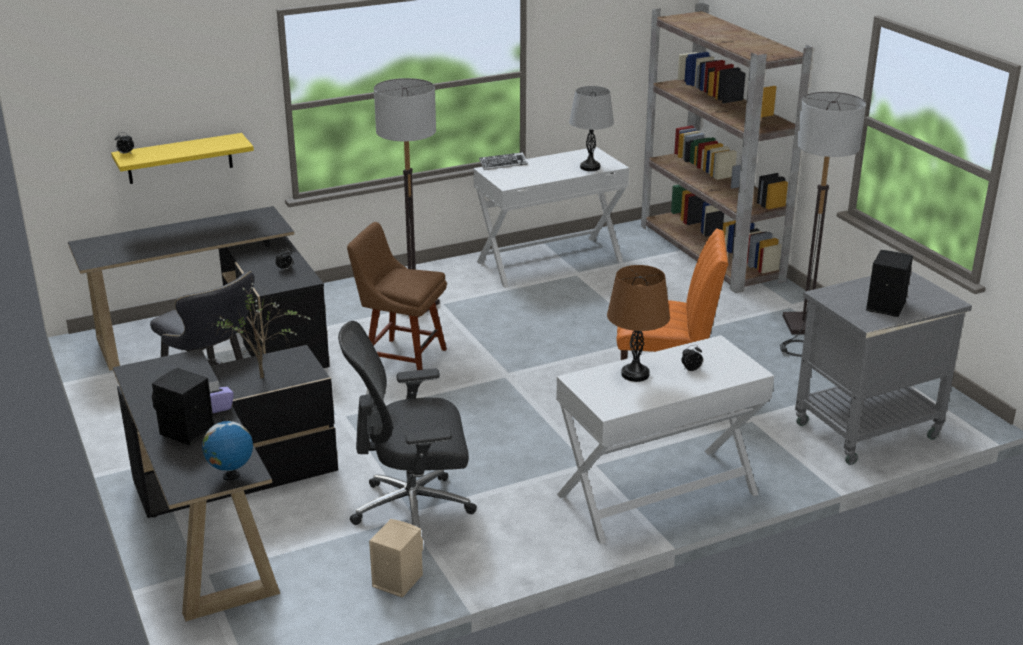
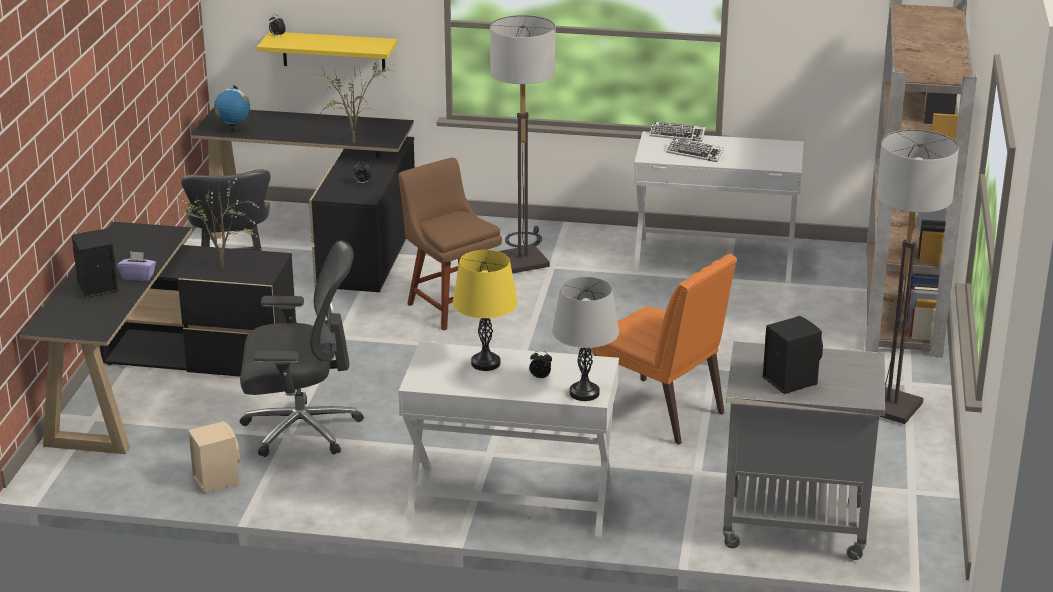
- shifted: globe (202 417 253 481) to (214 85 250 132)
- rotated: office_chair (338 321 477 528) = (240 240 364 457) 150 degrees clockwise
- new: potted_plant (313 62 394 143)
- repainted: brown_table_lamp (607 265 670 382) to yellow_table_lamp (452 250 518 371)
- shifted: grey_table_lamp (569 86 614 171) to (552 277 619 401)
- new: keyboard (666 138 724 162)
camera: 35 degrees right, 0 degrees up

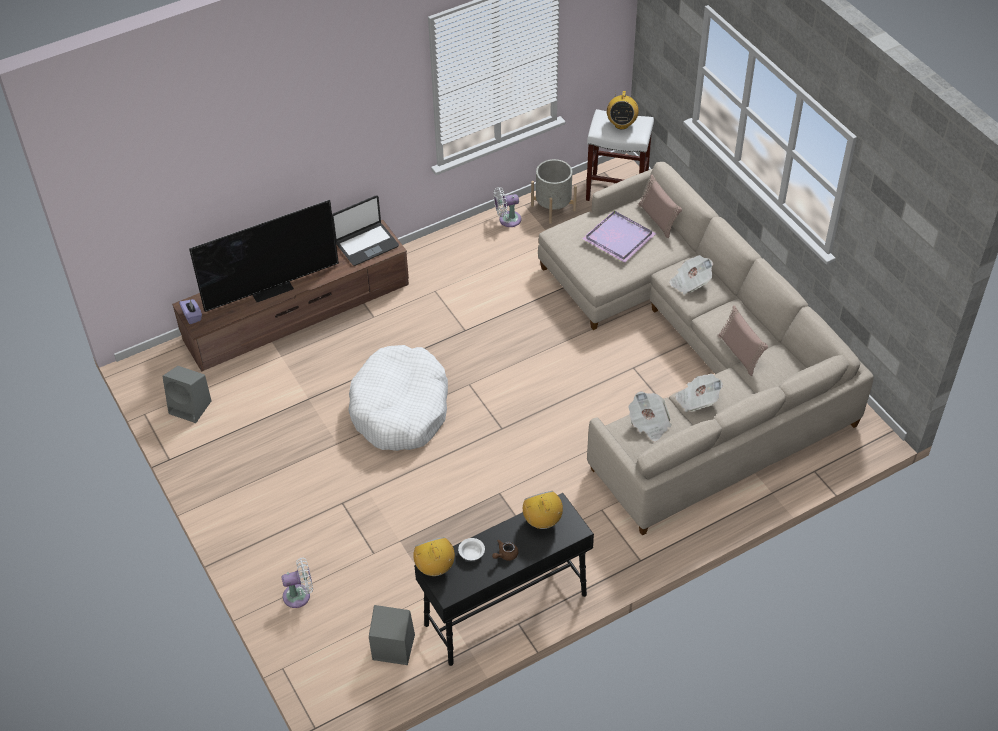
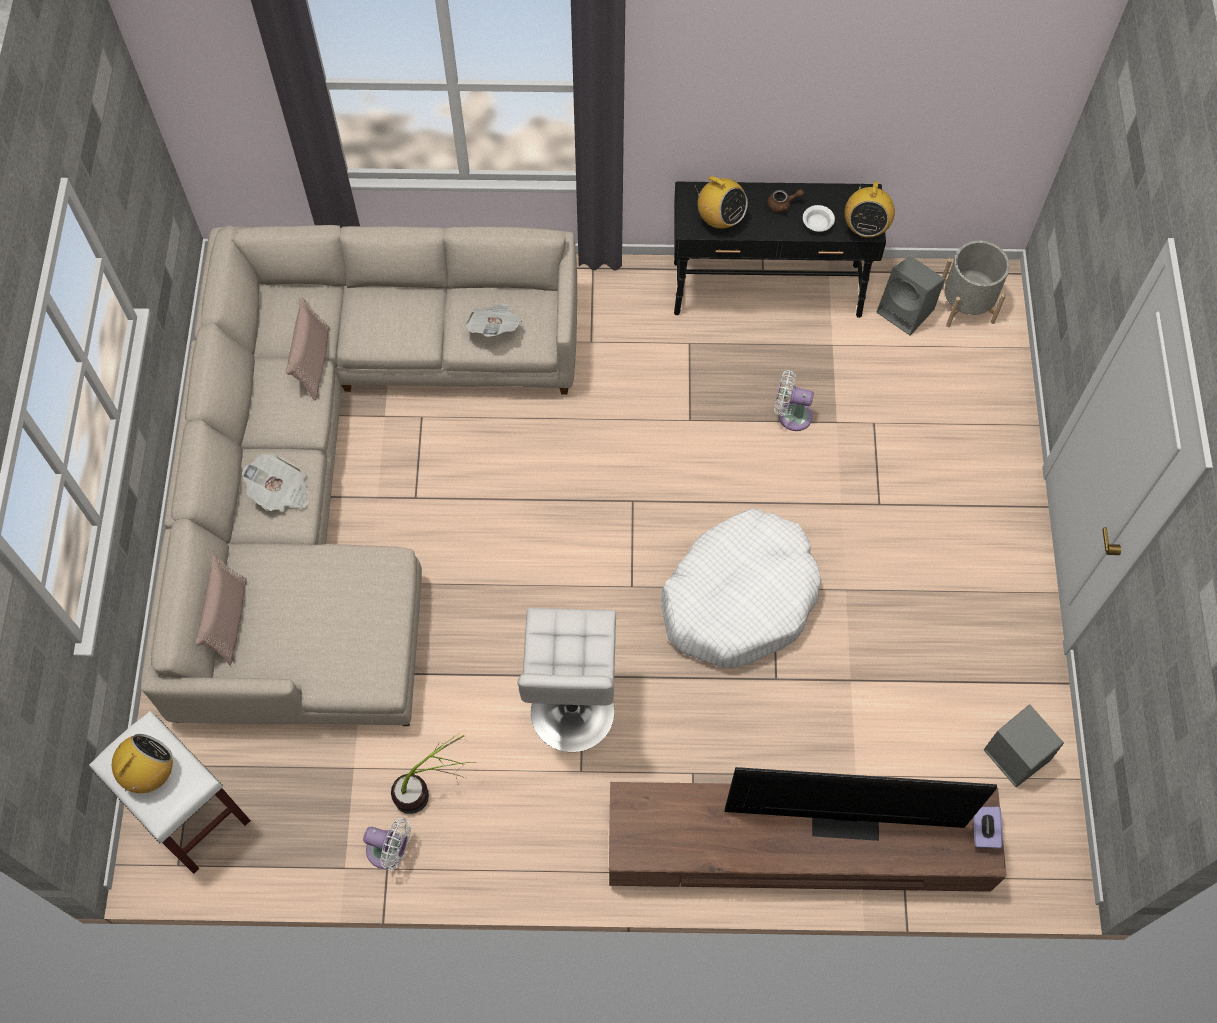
- new: potted_plant (391 733 476 814)
- new: white_stool (517 608 616 752)
- rotated: radio (523 491 563 529) = (694 176 748 229) 60 degrees counterclockwise
- shifted: white_fan (281 558 313 608) to (774 370 814 431)
- shifted: grey_planter (531 159 577 224) to (942 241 1010 327)
- gone: laptop (332 195 399 266)
- gone: purple_tray (582 210 656 263)
- gone: newspaper (675 374 723 412)
camera: 150 degrees left, 15 degrees up

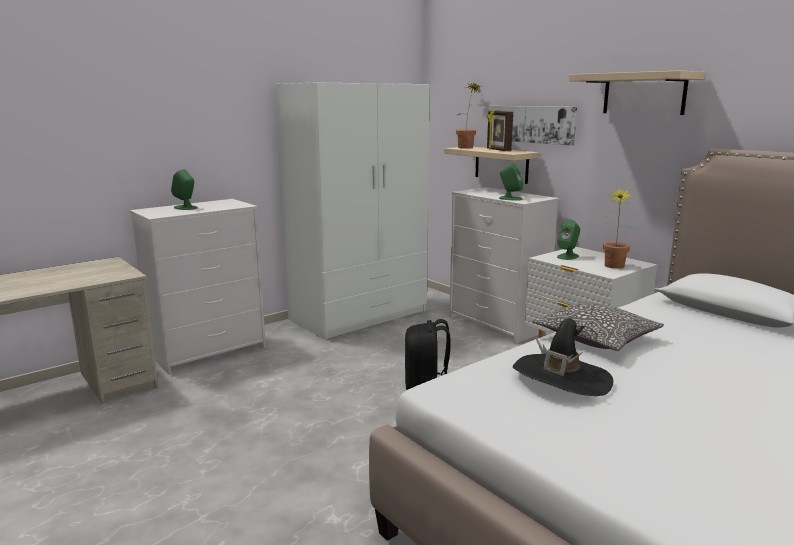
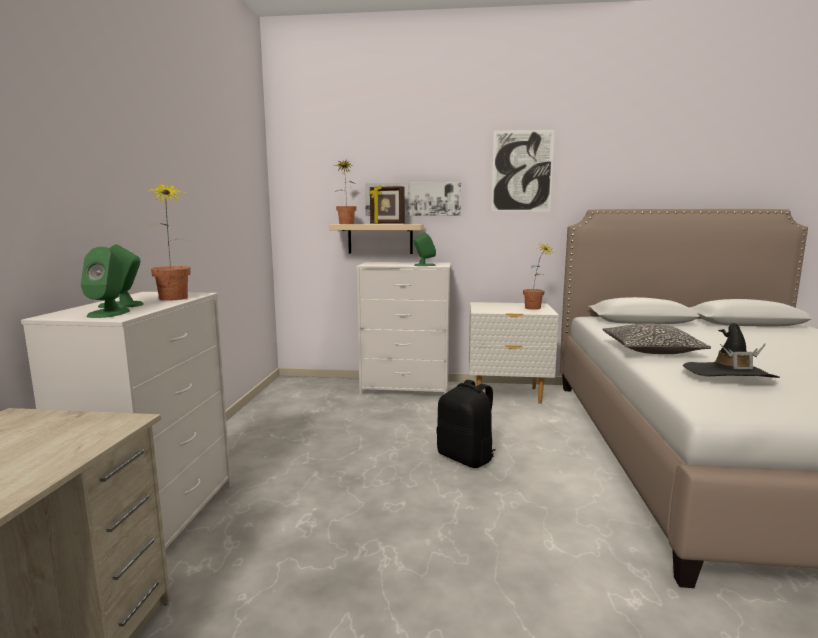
- shifted: green_speaker (557 219 580 260) to (81 247 130 318)
- new: potted_plant (148 183 191 301)
- swapped: beige_shelf (569 70 705 115) to picture (491 130 554 211)
- gone: white_wardrobe (275 82 429 340)
camera: 45 degrees left, 5 degrees down

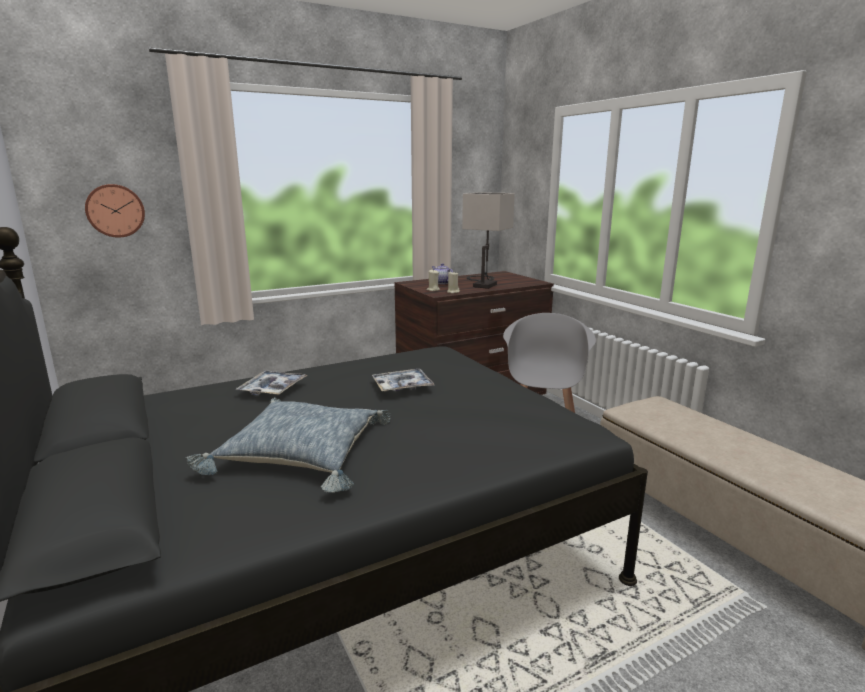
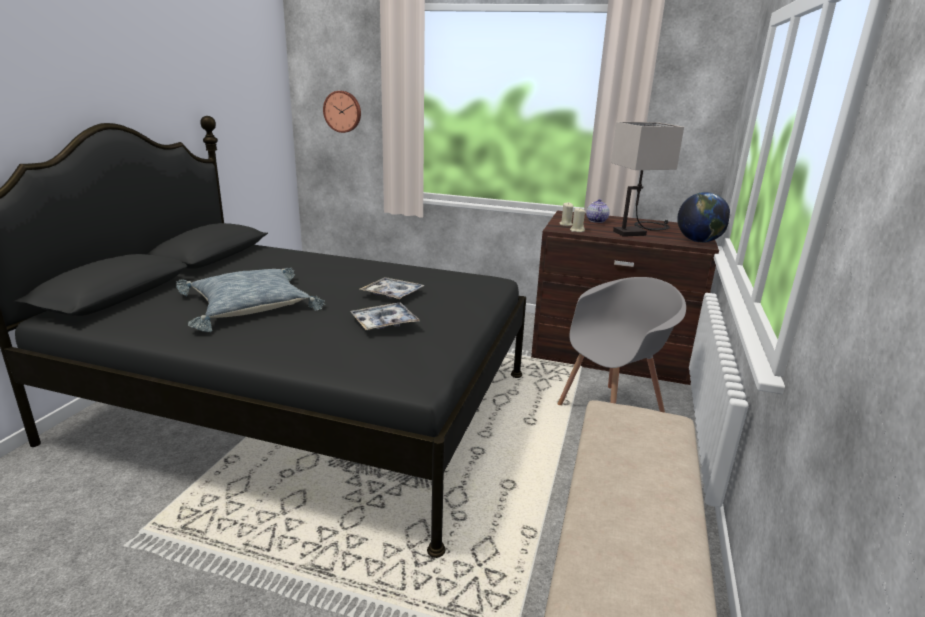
- shifted: tray (236 370 308 395) to (350 303 420 331)
- new: globe (677 192 730 243)
camera: 45 degrees right, 5 degrees up

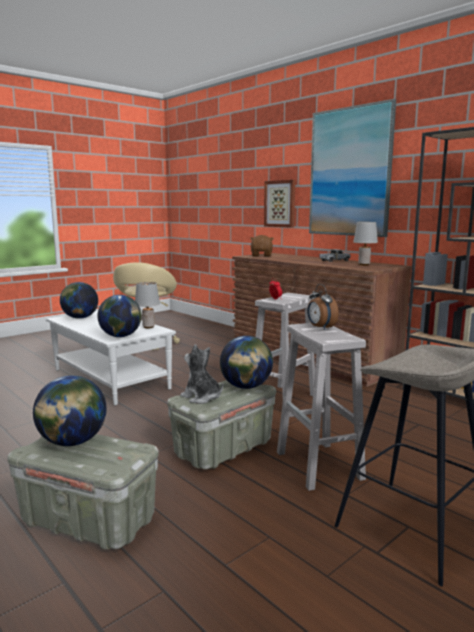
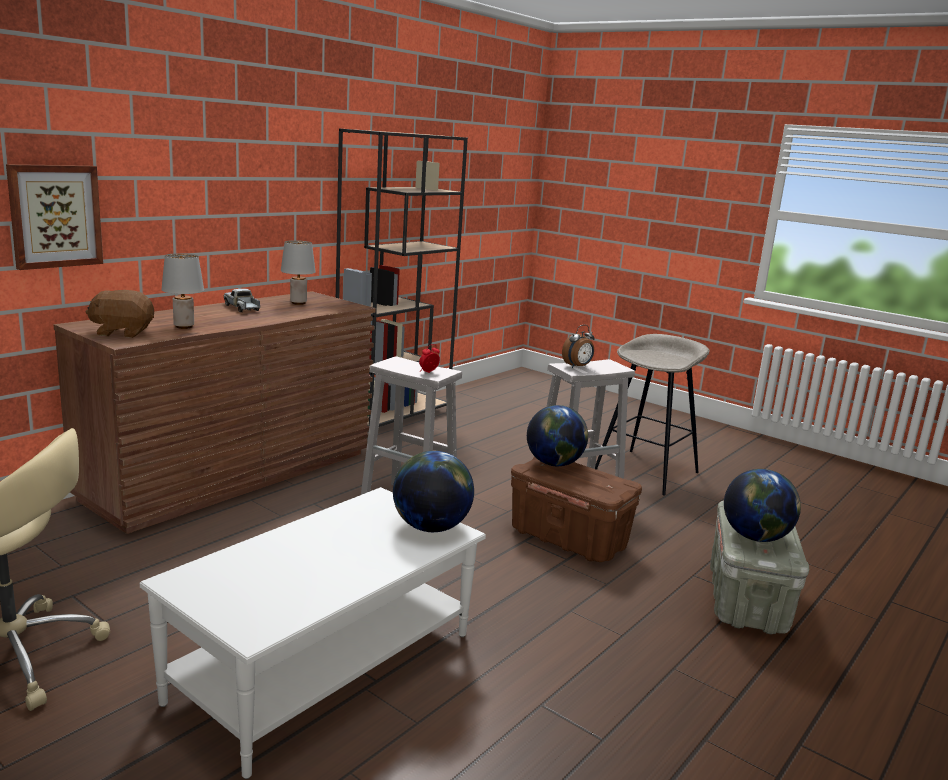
- shifted: grey_table_lamp (135 282 160 328) to (161 253 204 329)
- repainted: grey_storage_box (167 380 276 469) to brown_storage_box (511 457 642 562)
- gone: globe (60 282 98 319)
- gone: plush_toy (180 344 223 404)
- gone: picture (309 99 396 237)
camera: 100 degrees left, 5 degrees up

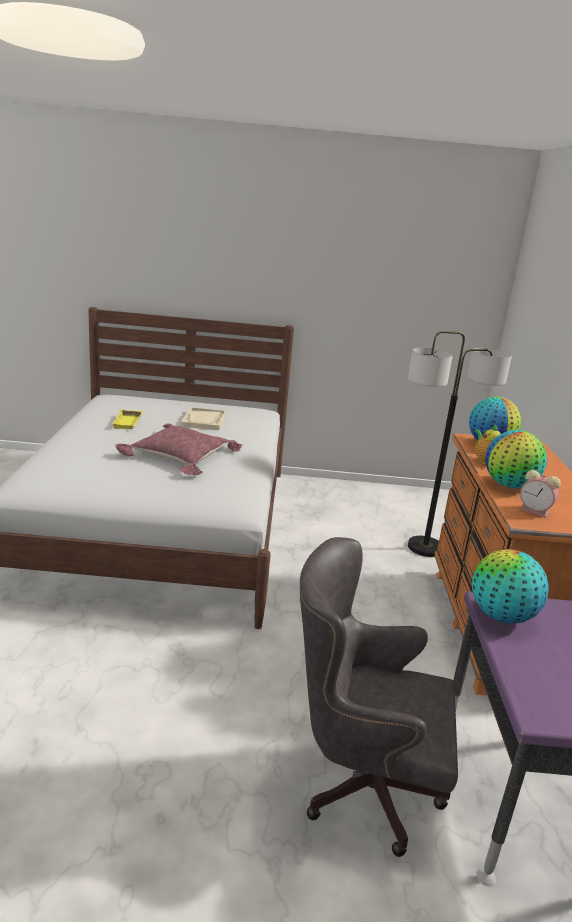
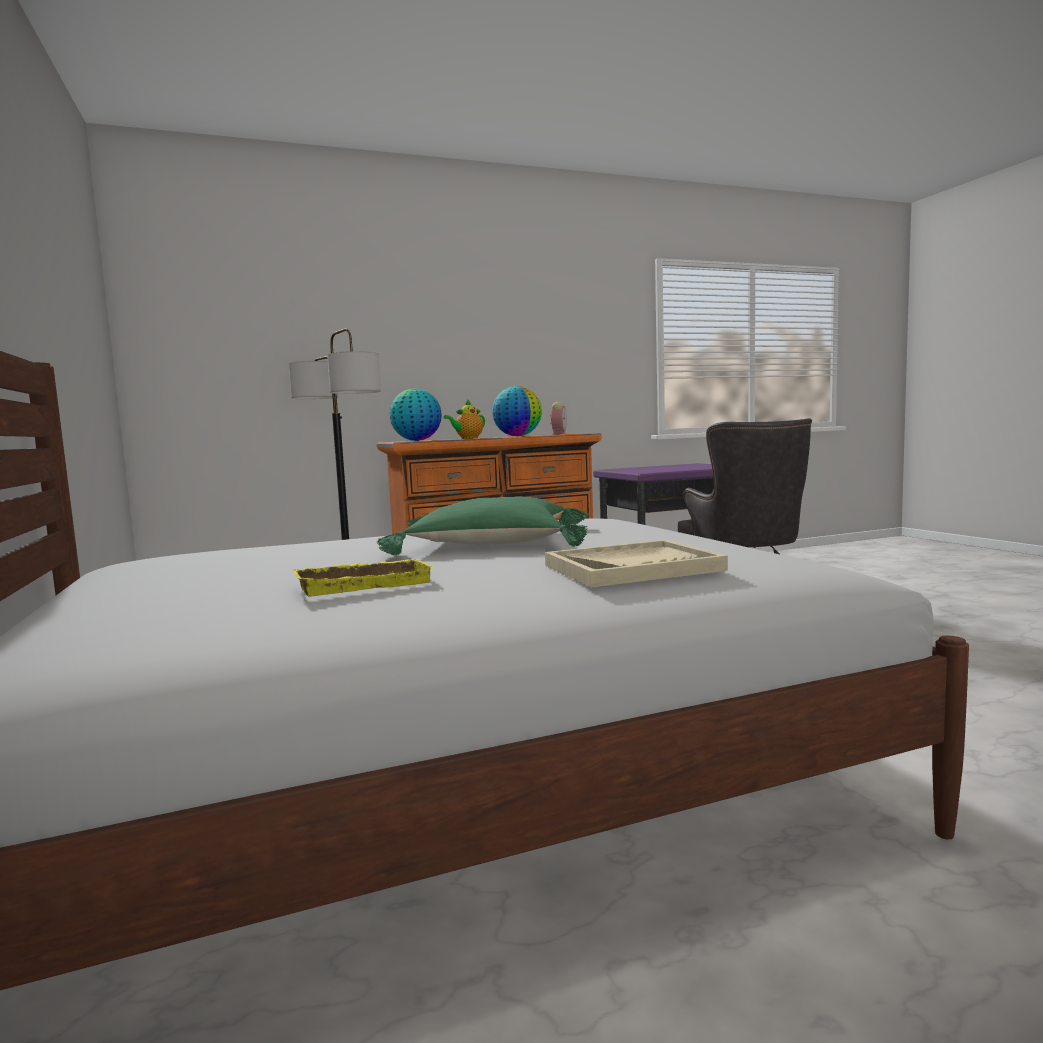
- repainted: red_pillow (115 423 243 476) to green_pillow (377 496 589 555)
- shifted: beige_tray (181 407 226 430) to (545 540 728 587)
- gone: globe (472 549 549 623)
camera: 110 degrees left, 15 degrees down

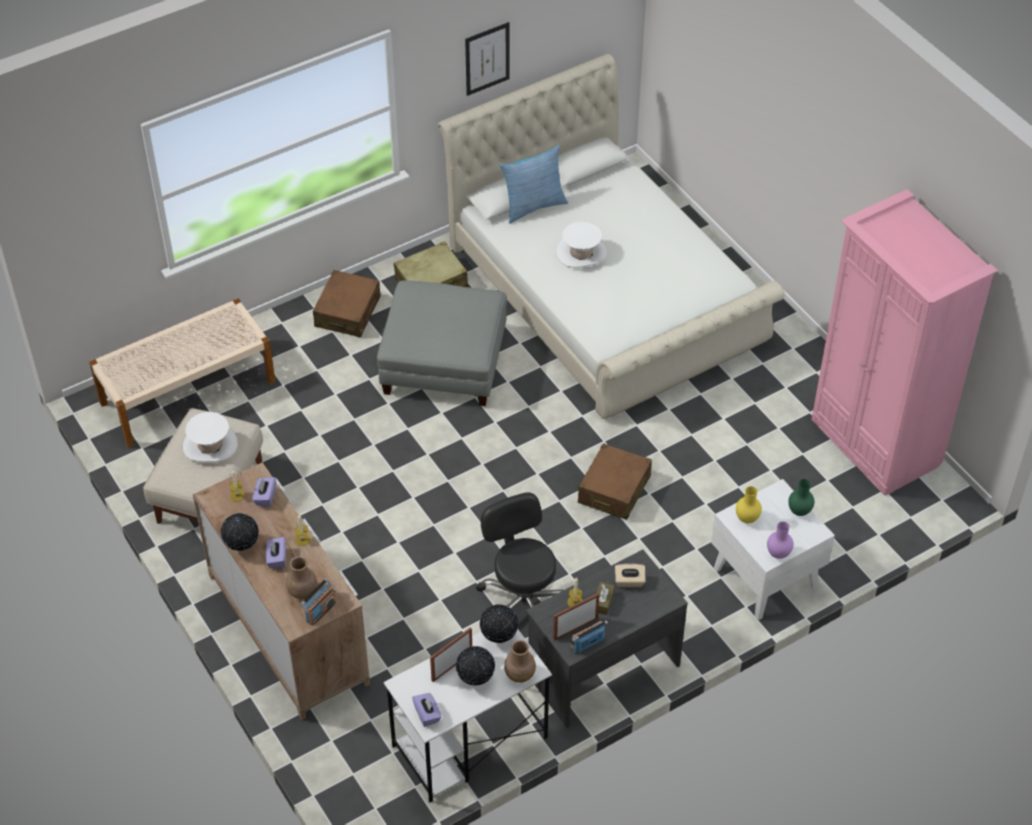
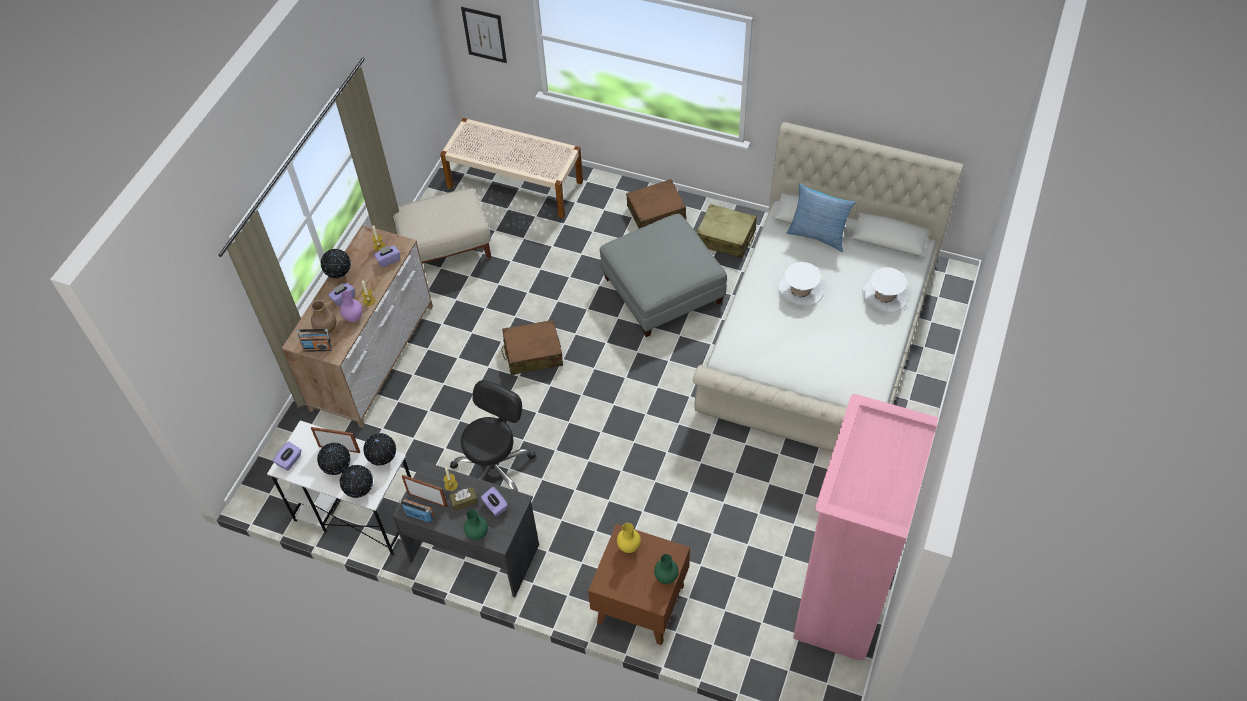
- shifted: purple_vase (767 521 794 559) to (340 291 362 322)
- swapped: brown_vase (504 640 536 683) to globe (340 465 373 498)
- shifted: picture (465 22 510 96) to (461 7 507 63)
- new: green_vase (464 510 488 540)
- repainted: beige_tissue_box (615 564 645 587) to purple_tissue_box (481 487 508 516)
- shifted: brown_suitcase (578 444 652 520) to (501 320 563 375)
- repainted: white_nightstand (711 479 835 620) to brown_nightstand (588 524 690 645)
- shifted: white_hat (183 412 238 462) to (863 267 909 313)
camera: 55 degrees right, 5 degrees up

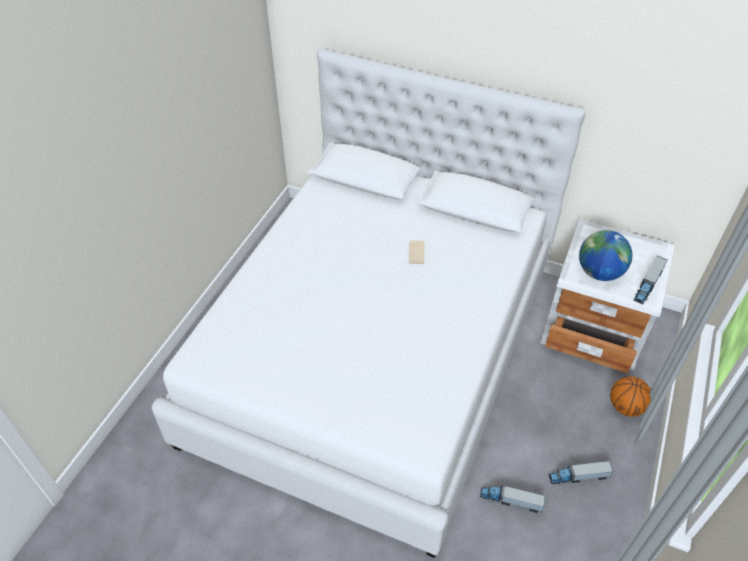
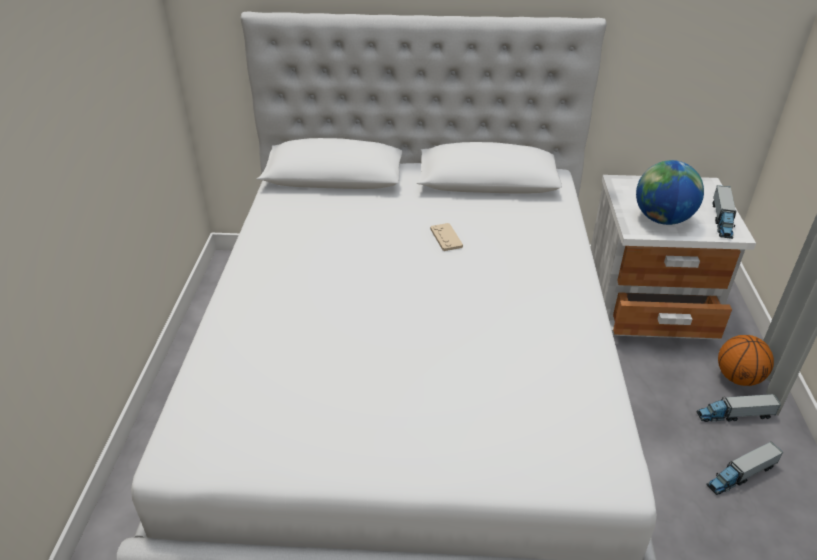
- shifted: toy_truck (480 485 546 513) to (696 394 781 422)
camera: 20 degrees left, 10 degrees down

